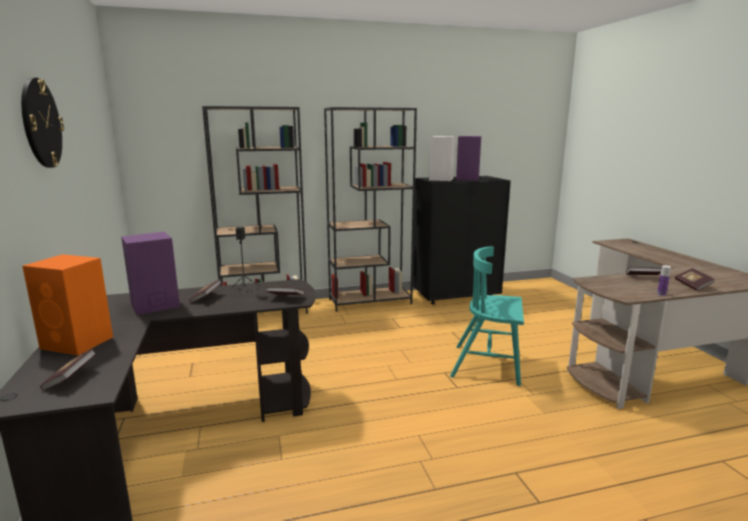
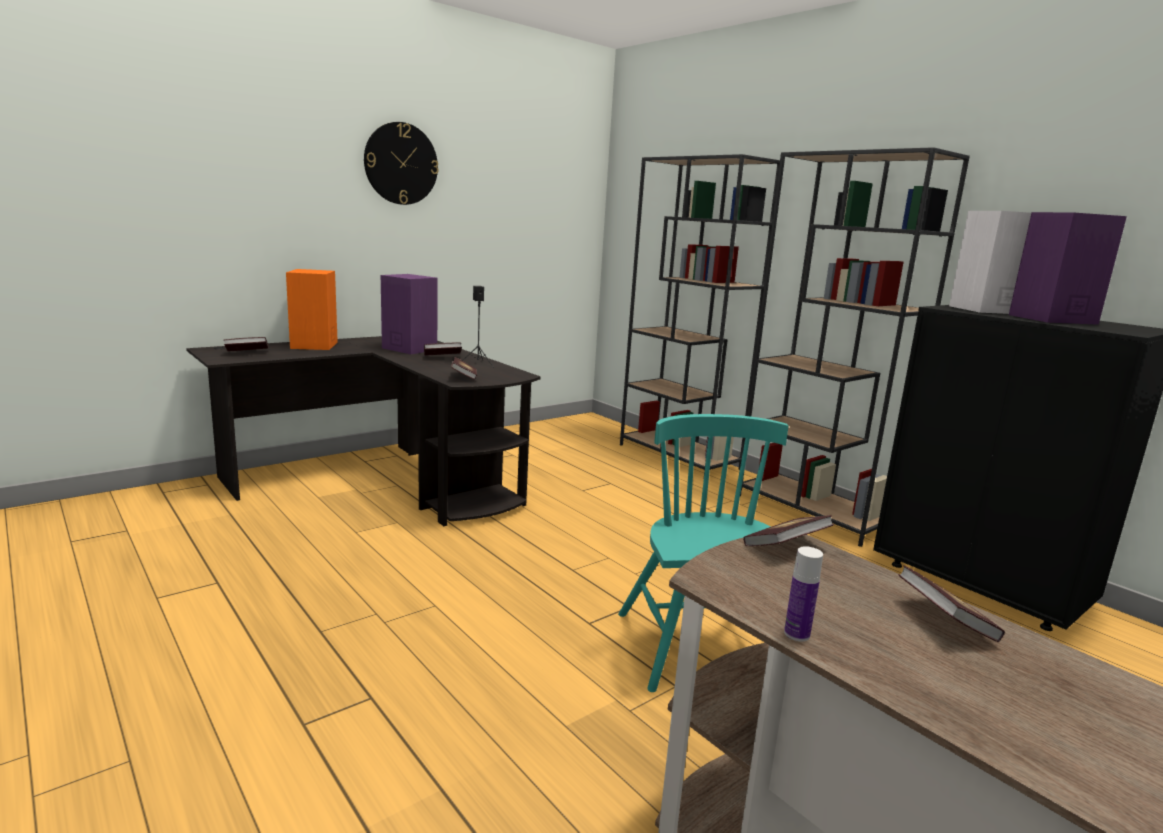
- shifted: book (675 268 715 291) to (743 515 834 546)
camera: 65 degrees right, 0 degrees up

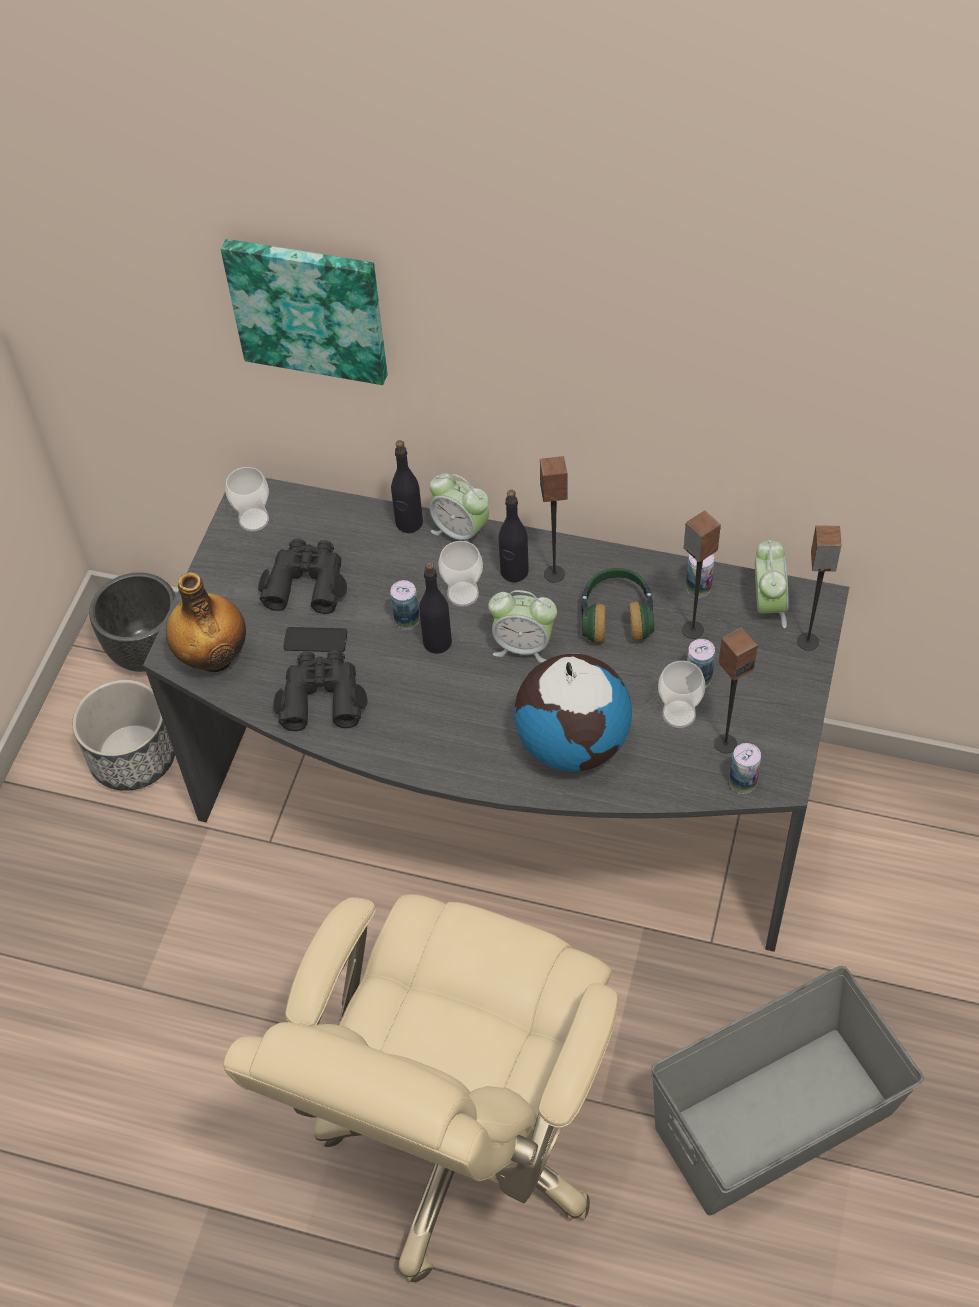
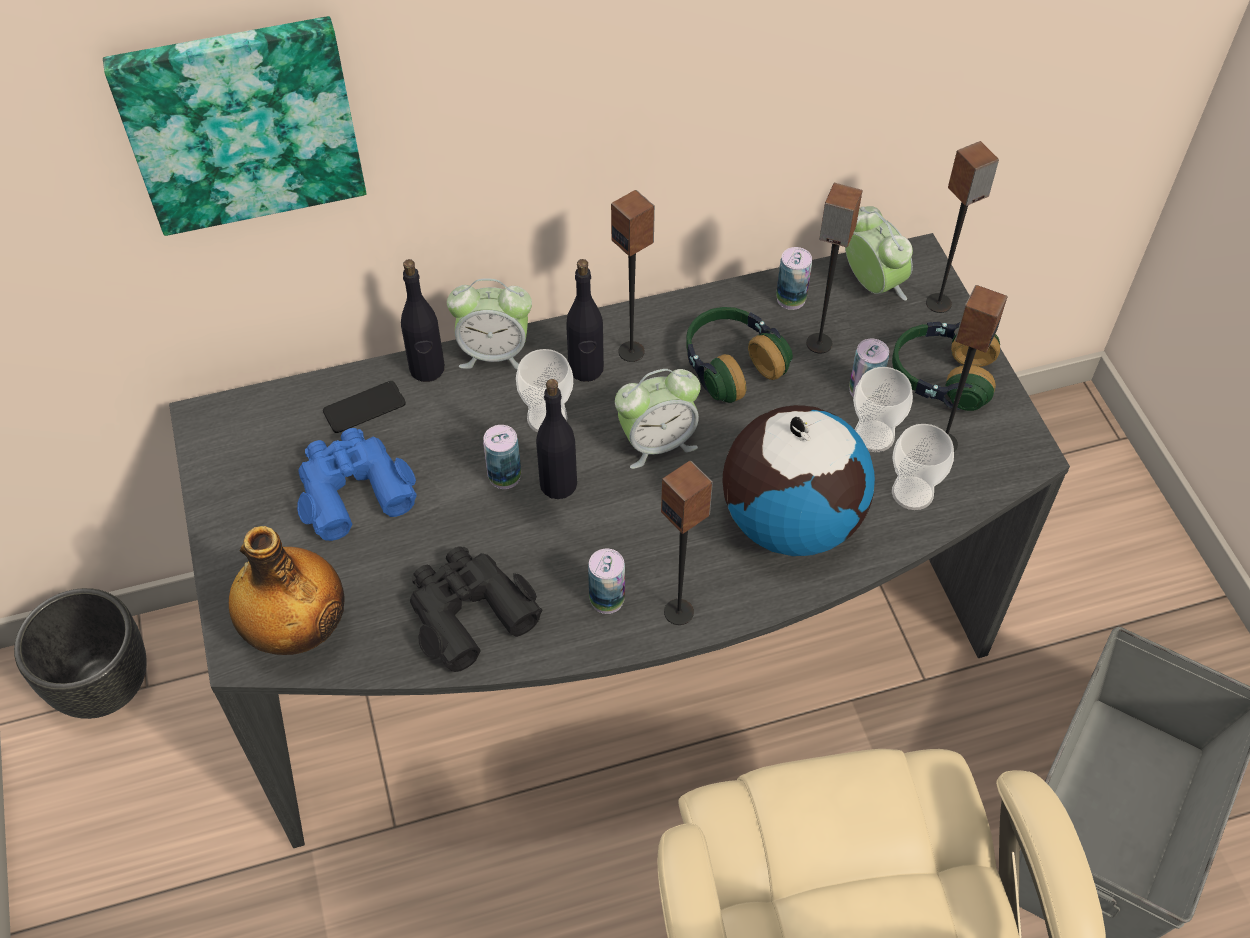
- repainted: black_binoculars (258 539 347 614) to blue_binoculars (297 428 417 541)
- shifted: phone (284 627 347 652) to (323 381 406 433)
- shifted: can (729 743 761 794) to (588 549 625 614)
- new: speaker (661 460 713 625)
- new: headphones (892 322 1000 411)
- shifted: cup (225 467 269 531) to (892 424 954 510)
- gone: planter (72 680 175 791)
camera: 35 degrees left, 0 degrees up

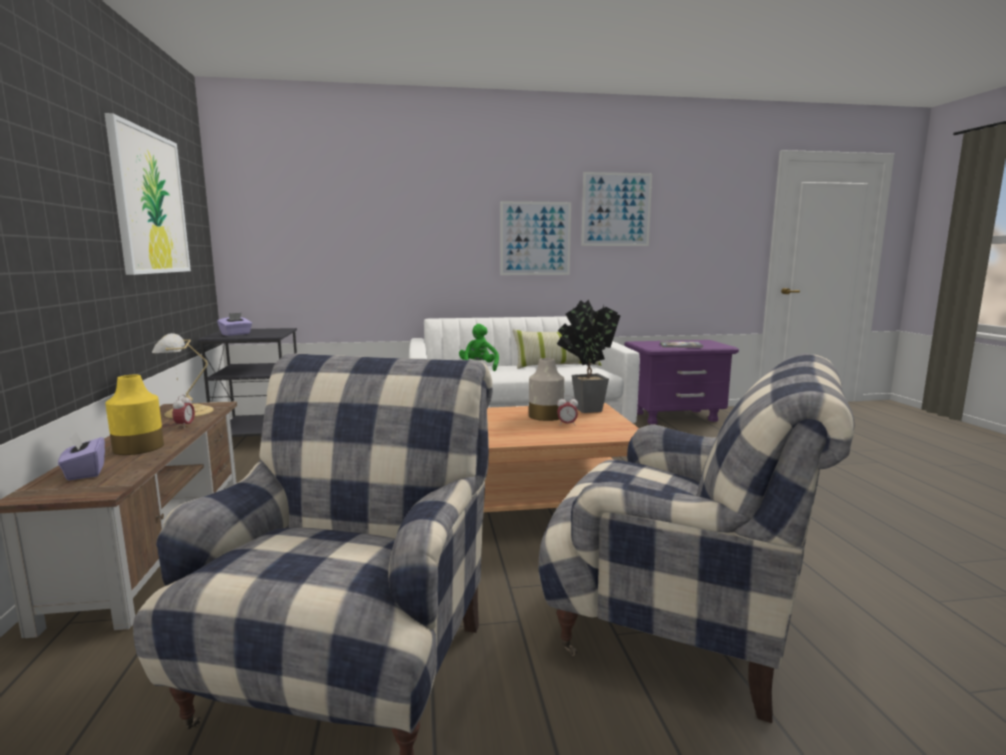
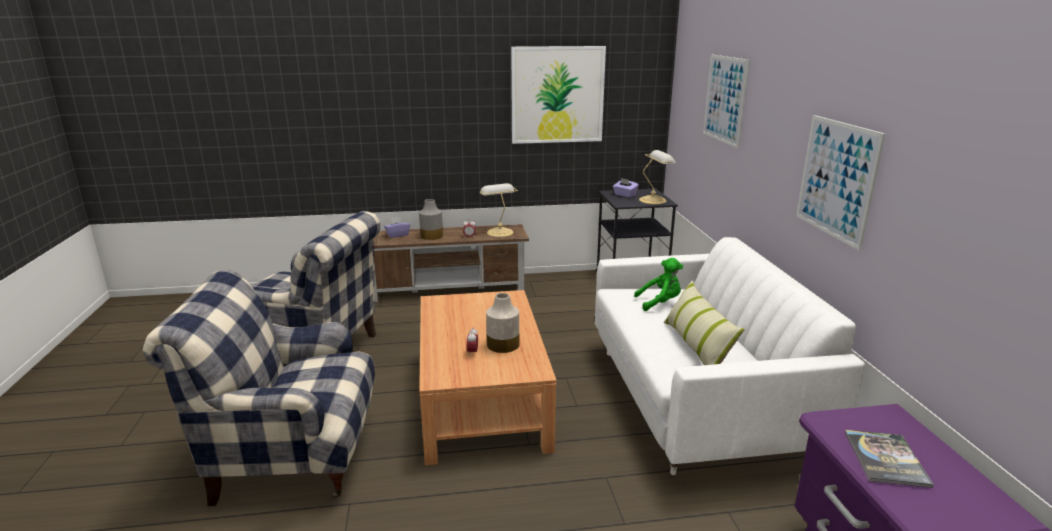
- rotated: armchair (538 353 854 723) = (143 270 375 506) 60 degrees clockwise
- repainted: yellow_vase (105 375 164 455) to grey_vase (419 199 443 240)
- new: table_lamp (639 150 676 204)
- shifted: picture (581 172 652 246) to (703 55 750 148)
- gone: potted_plant (557 300 621 413)
camera: 90 degrees right, 10 degrees up

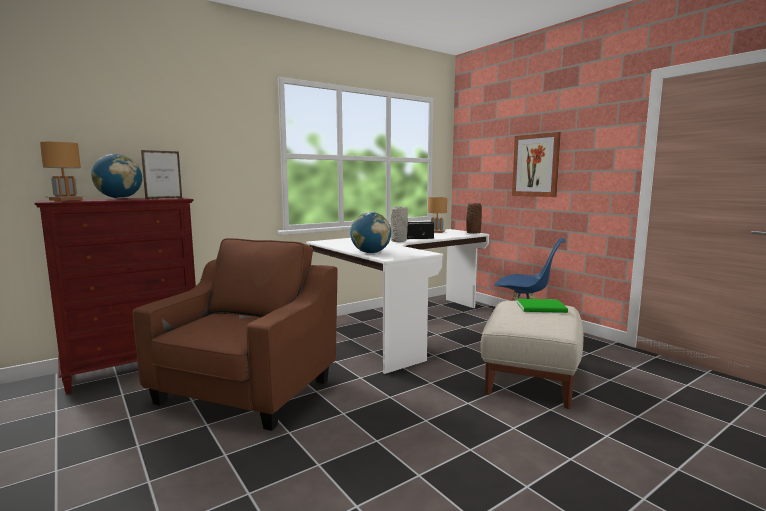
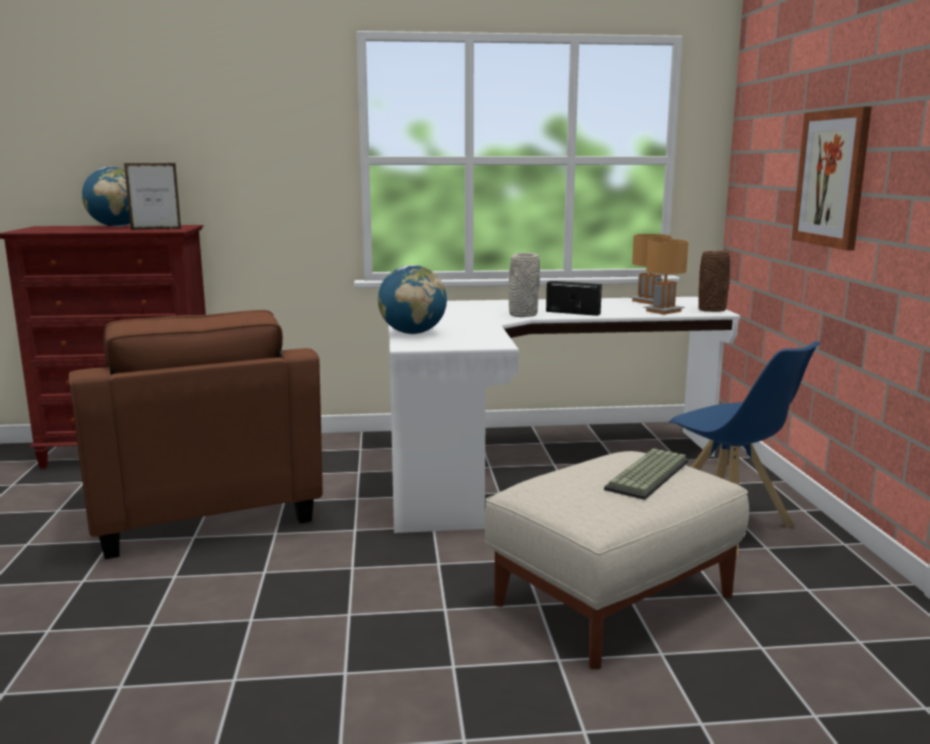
- rotated: brown_armchair (132 238 338 431) = (69 310 323 559) 105 degrees clockwise
- swapped: green_book (517 299 568 313) to keyboard (604 448 688 500)
- shifted: brown_table_lamp (40 142 85 201) to (643 239 689 315)
camera: 30 degrees right, 5 degrees up

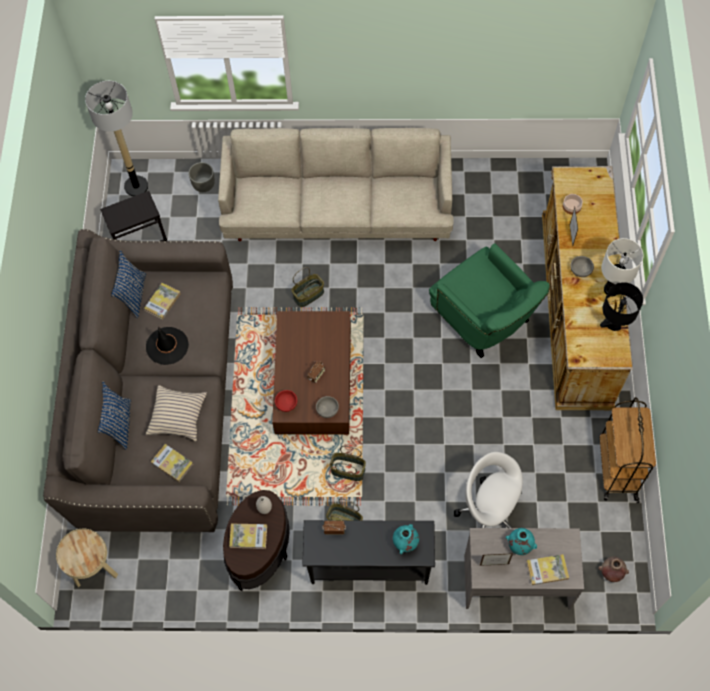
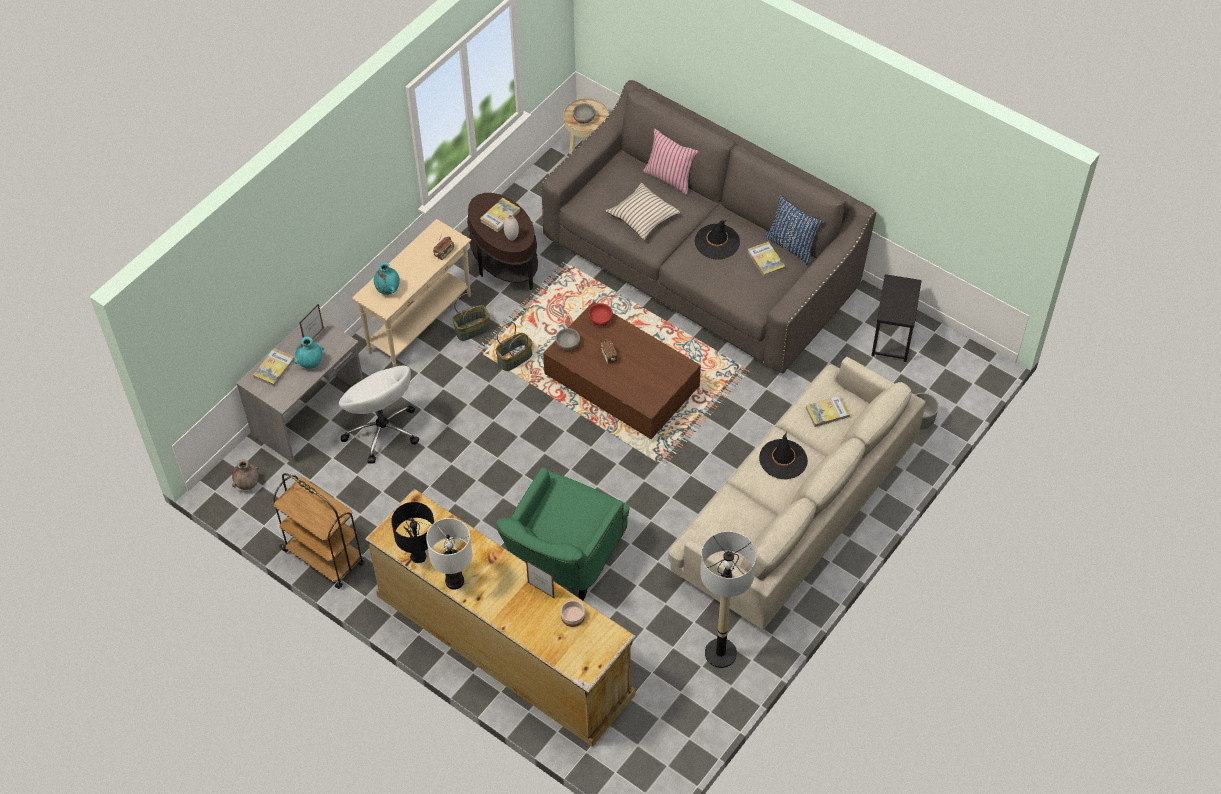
- rotated: white_office_chair (454 452 523 528) = (339 365 419 464) 75 degrees clockwise
- repainted: black_console_table (302 520 435 585) to beige_console_table (352 219 471 367)
- rotated: green_armchair (429 243 550 358) = (496 467 630 600) 60 degrees counterclockwise
- shifted: grey_bowl (570 256 594 277) to (573 103 595 124)
- repainted: blue_pillow (98 381 131 450) to pink_pillow (643 128 699 195)
- shifted: floor_lamp (85 81 148 196) to (700 531 756 668)
- new: black_hat (759 432 808 479)
- shifted: book (151 444 193 482) to (806 395 850 427)
- gone: basket (292 267 324 307)
camera: 125 degrees right, 10 degrees down

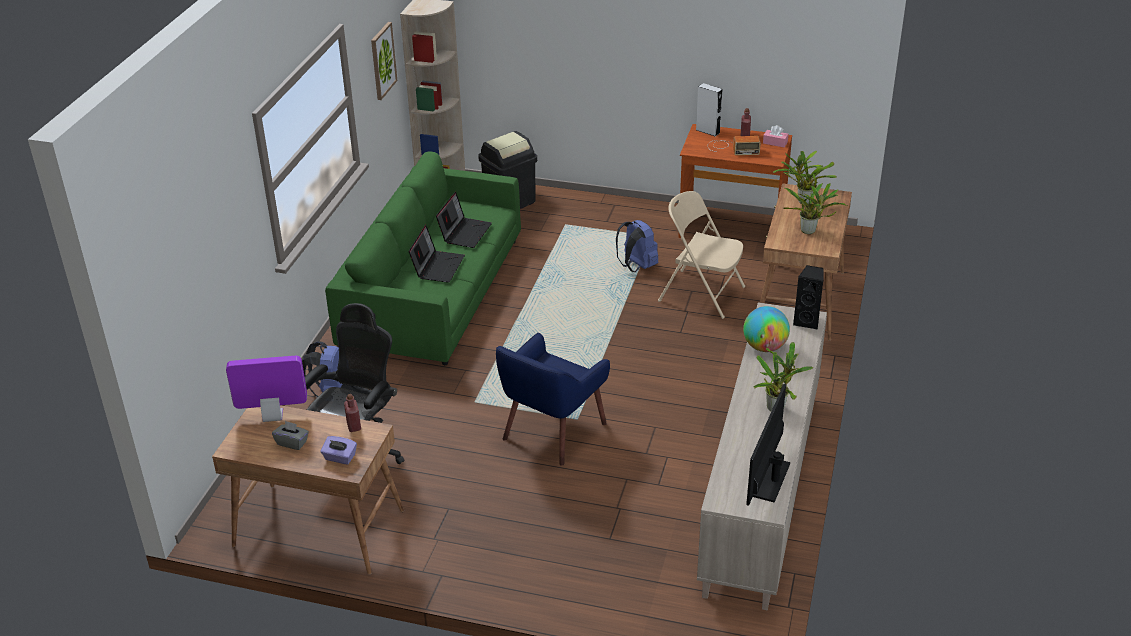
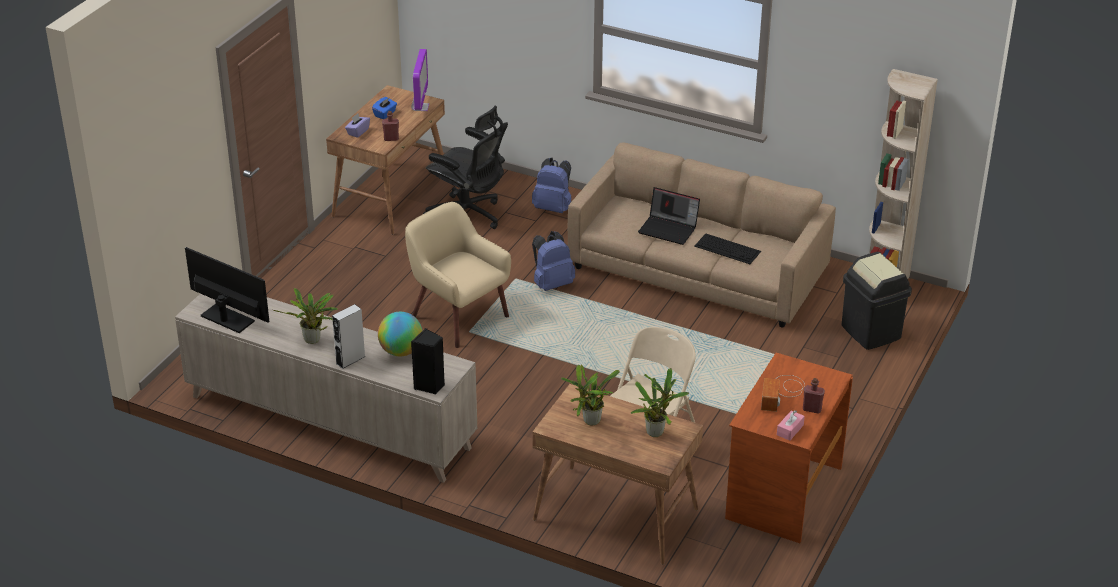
- shifted: grey_speaker (696 83 722 137) to (332 304 366 369)
- repainted: grey_tissue_box (272 421 309 450) to blue_tissue_box (372 97 397 119)
- repainted: blue_armchair (496 333 610 466) to beige_armchair (405 202 511 348)
- shifted: blue_backpack (616 220 658 272) to (532 231 575 291)
- repainted: green_sofa (325 151 521 365) to beige_sofa (568 142 836 327)
- swapped: laptop (436 192 492 248) to keyboard (694 234 761 264)
- gone: picture (371 22 398 100)
camera: 100 degrees right, 0 degrees up

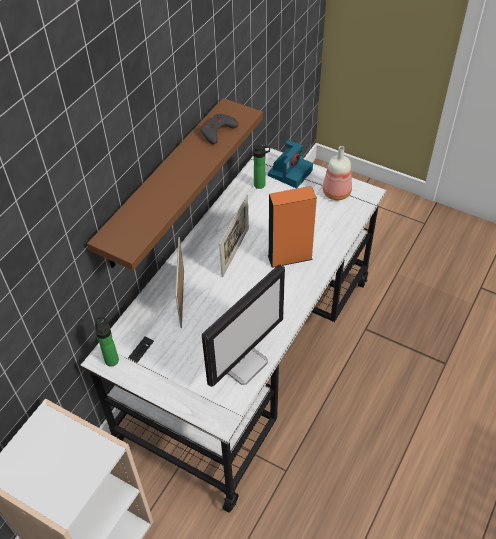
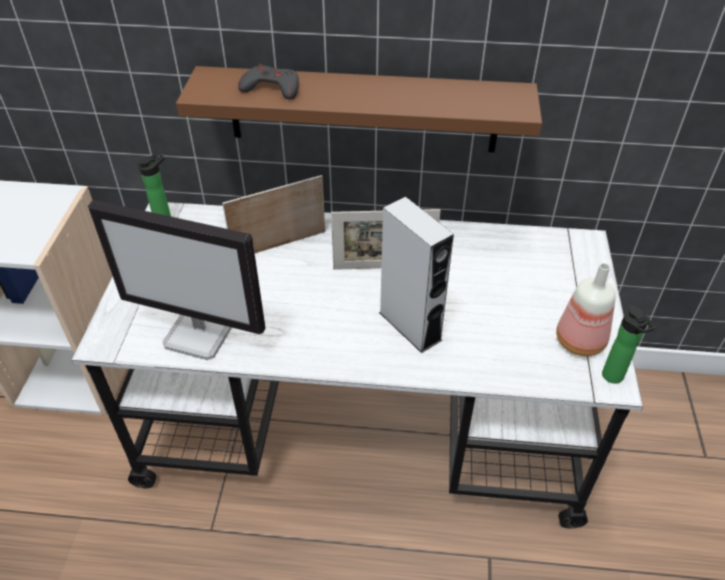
- shifted: grey_game_controller (200 114 239 144) to (238 64 299 100)
- repainted: orange_speaker (268 186 317 268) to grey_speaker (379 197 454 353)
- shifted: bottle (253 145 270 189) to (602 305 656 384)
- gone: photo_camera (268 140 313 188)
camera: 65 degrees right, 5 degrees down

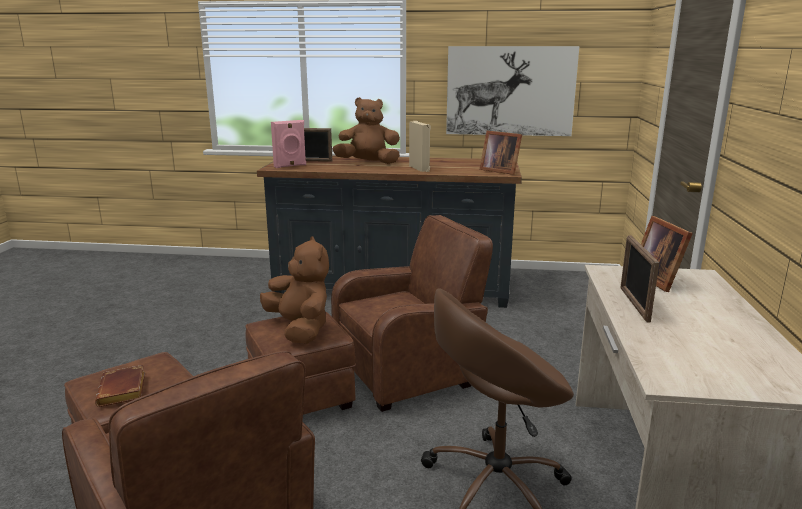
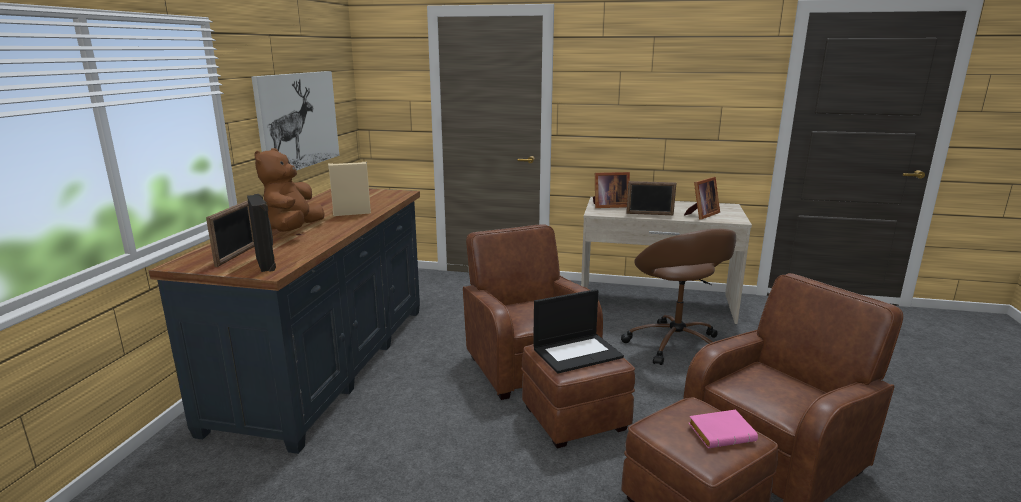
- repainted: pink_speaker (271 120 306 168) to black_speaker (247 194 276 272)
- swapped: brown_plush_toy (260 236 329 344) to laptop (533 289 624 373)
- shifted: picture_frame (479 131 522 175) to (684 177 720 220)
- repainted: brown_book (95 365 145 407) to pink_book (689 409 758 448)
camera: 85 degrees left, 0 degrees up

